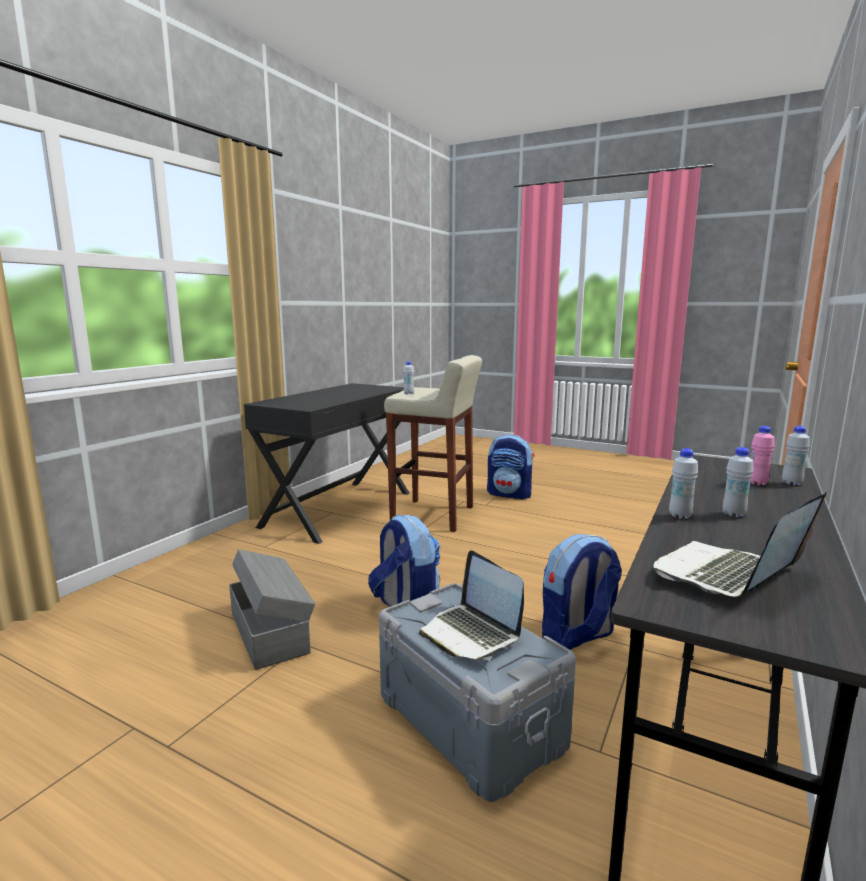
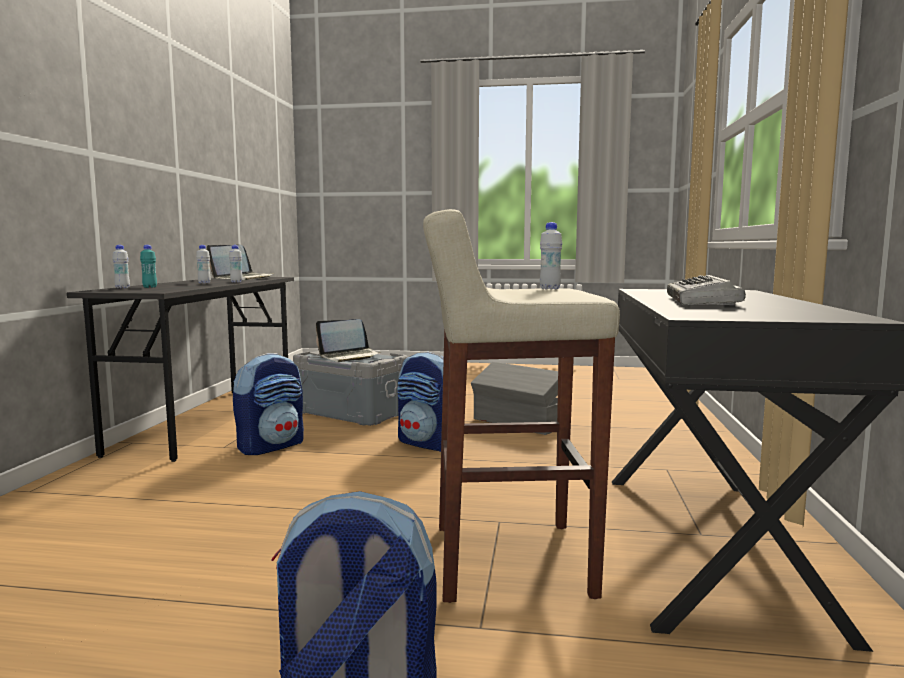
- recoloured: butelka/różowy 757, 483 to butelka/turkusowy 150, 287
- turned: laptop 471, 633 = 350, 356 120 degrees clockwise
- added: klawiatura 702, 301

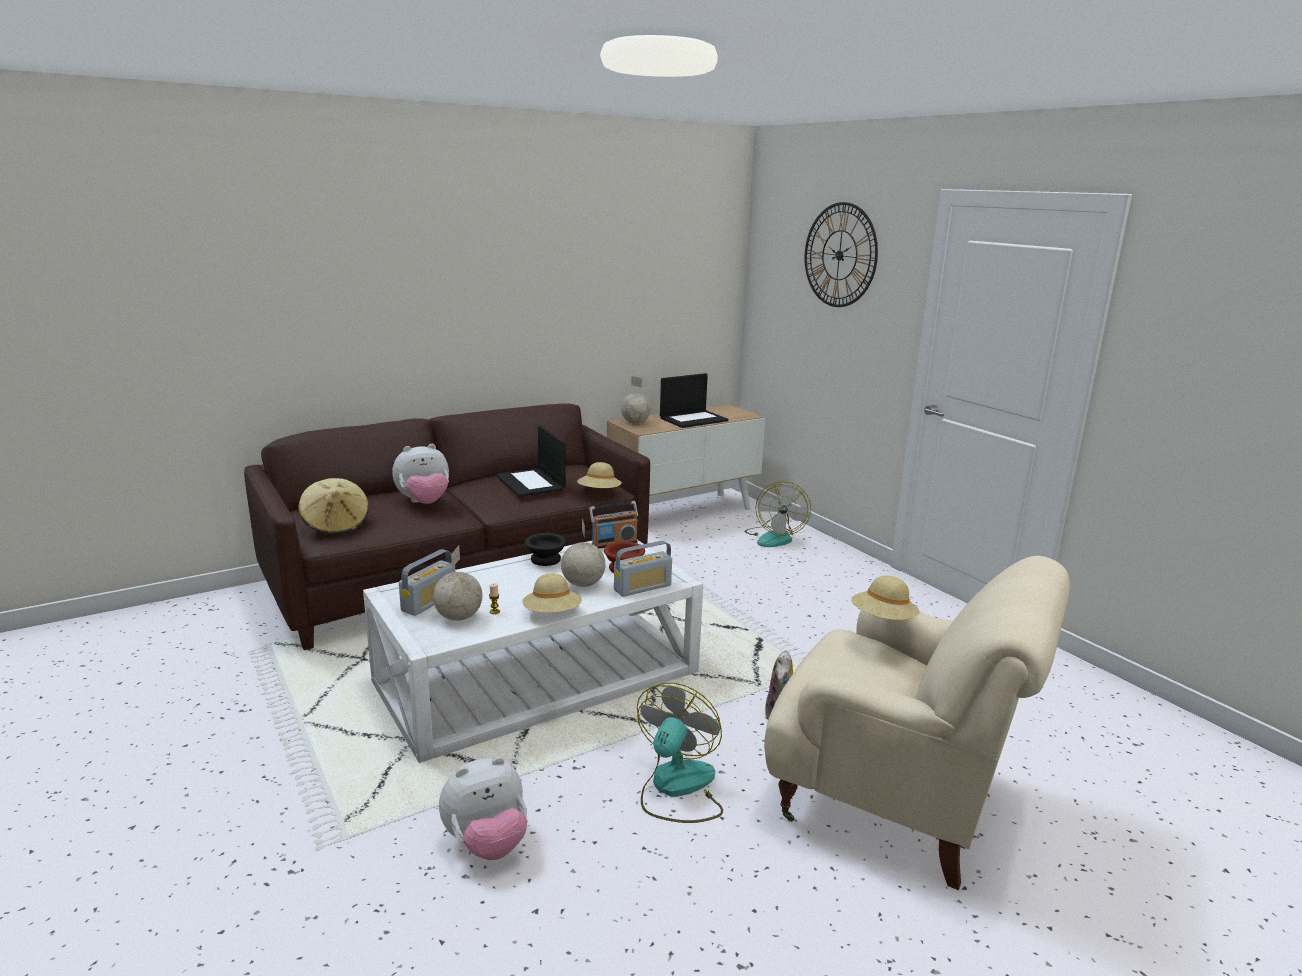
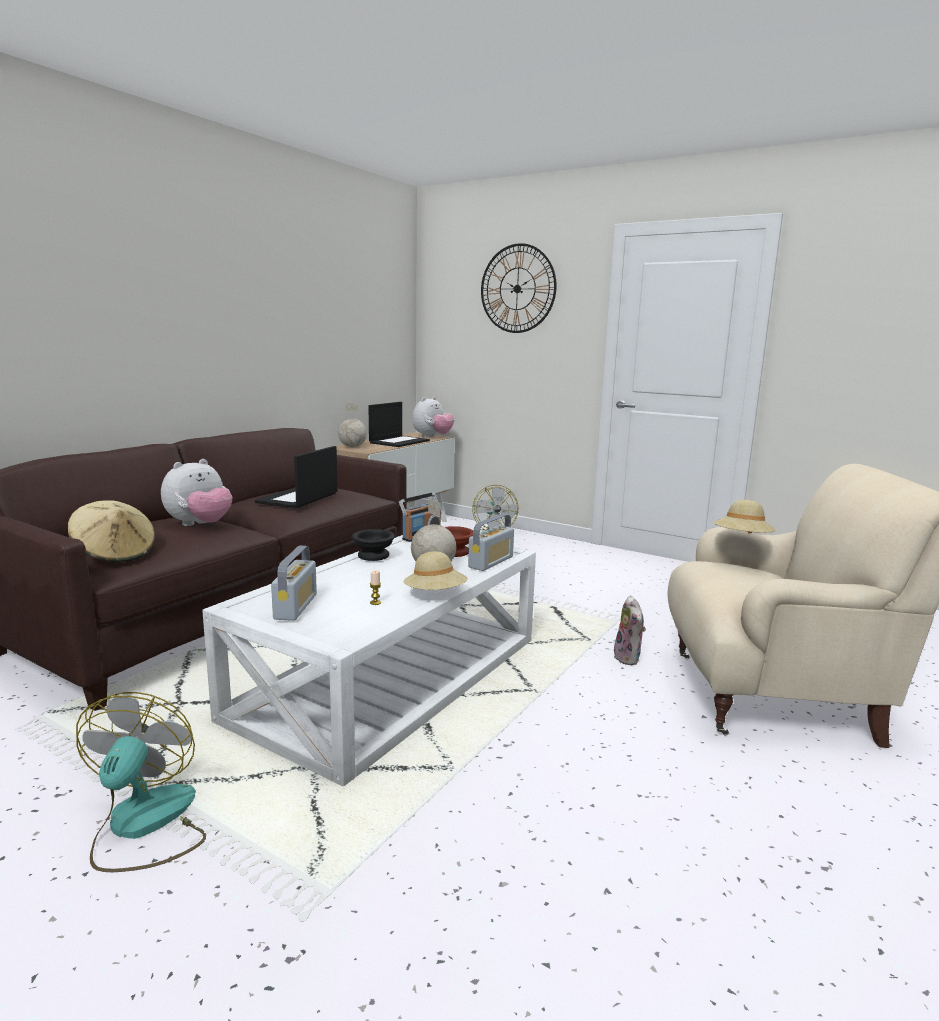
- moved: wentylator 677, 788 to 144, 826
- turned: laptop 531, 483 = 298, 498 75 degrees clockwise
- moved: pluszak 487, 844 to 432, 437
- removed: globus 459, 617
- removed: kapelusz/beżowy 599, 492

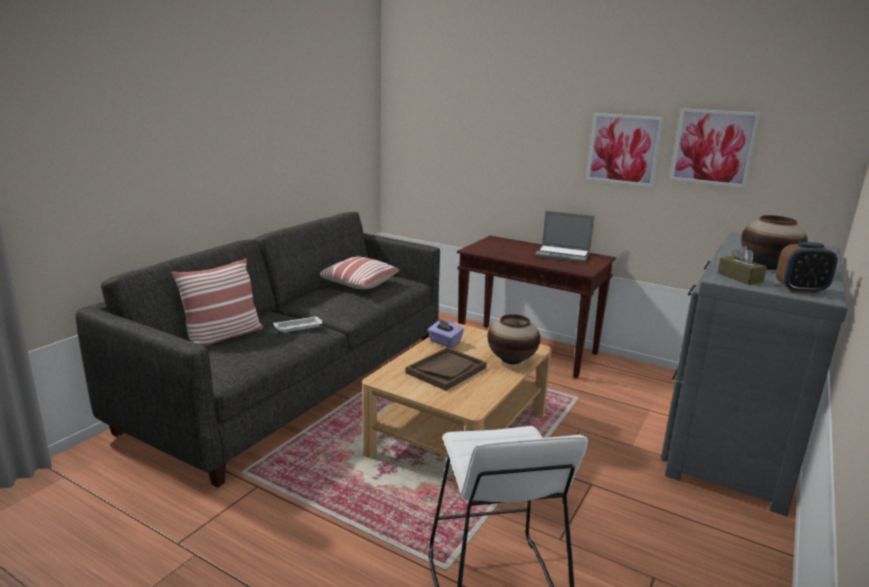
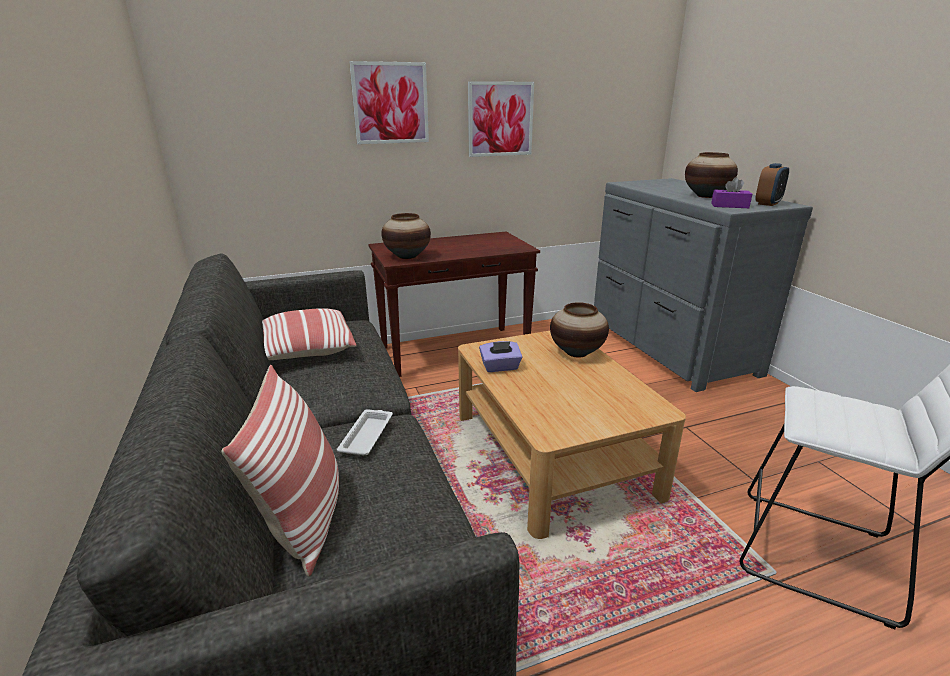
- moved: obraz 713, 147 to 390, 103
- added: wazon 407, 256
- recoloured: pudełko chusteczek/brązowy 739, 277 to pudełko chusteczek/fioletowy 729, 206
- removed: taca/brązowy 446, 370
- removed: laptop 563, 255

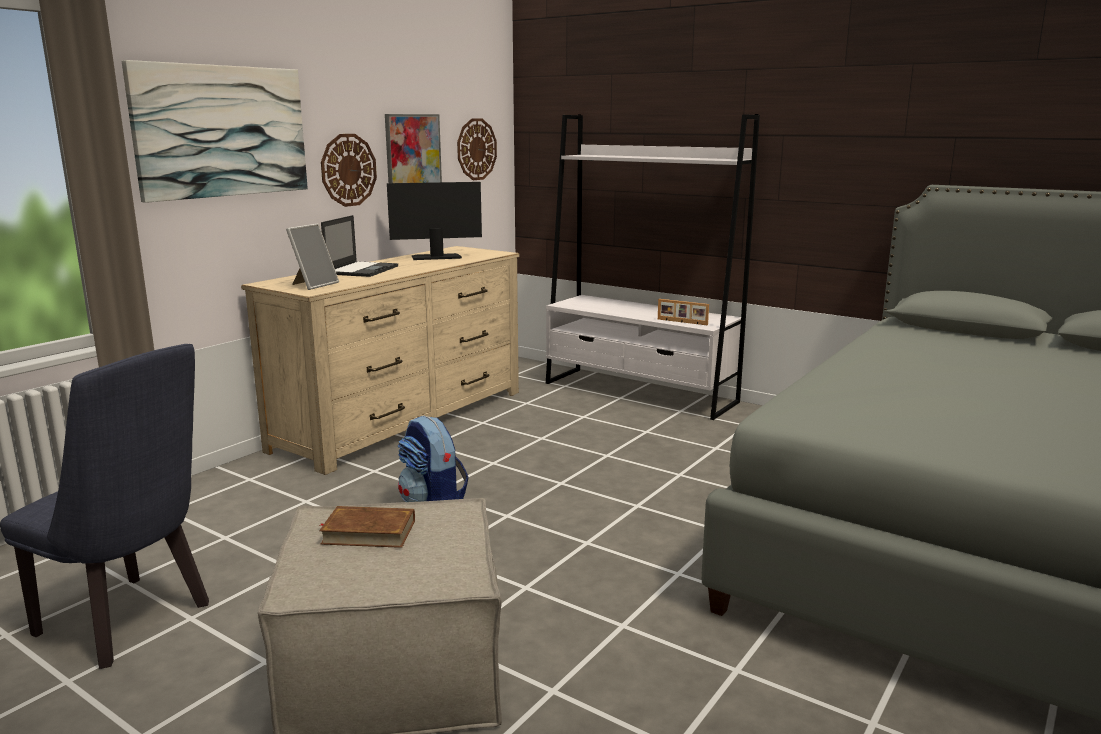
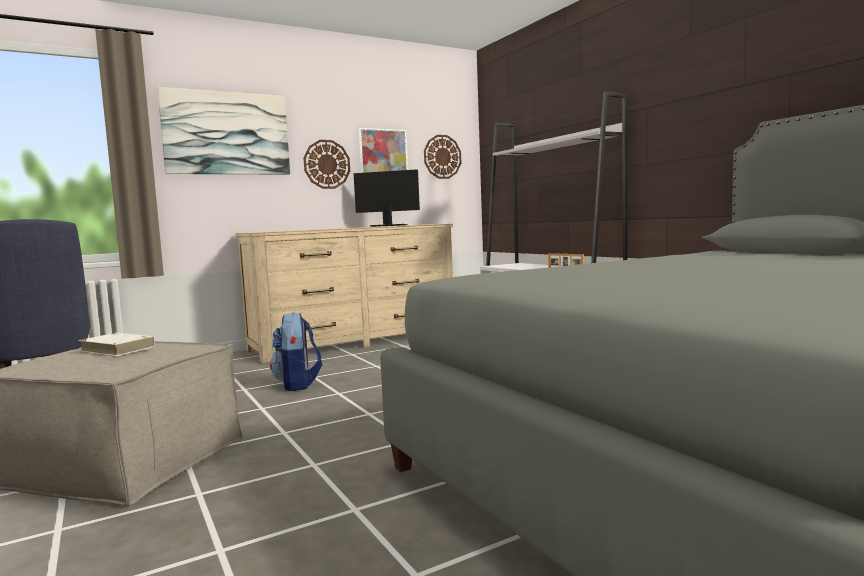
- recoloured: książka/brązowy 368, 532 to książka/biały 117, 349
- removed: ramka na zdjęcie 313, 285
- removed: laptop 362, 270

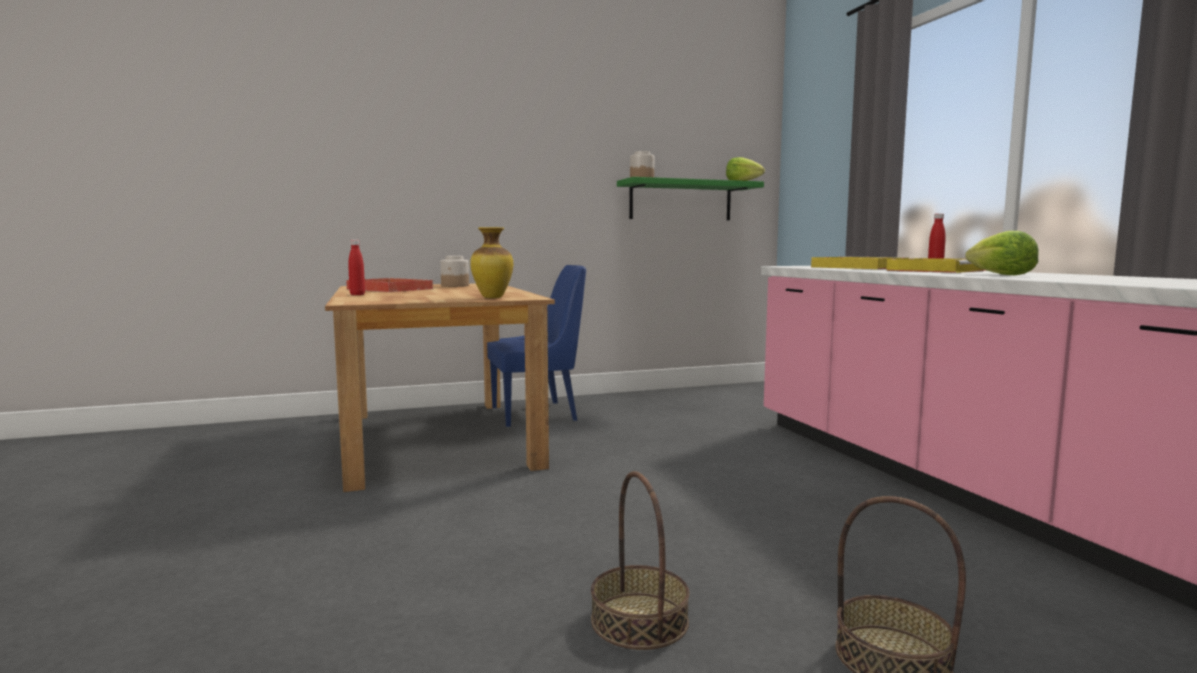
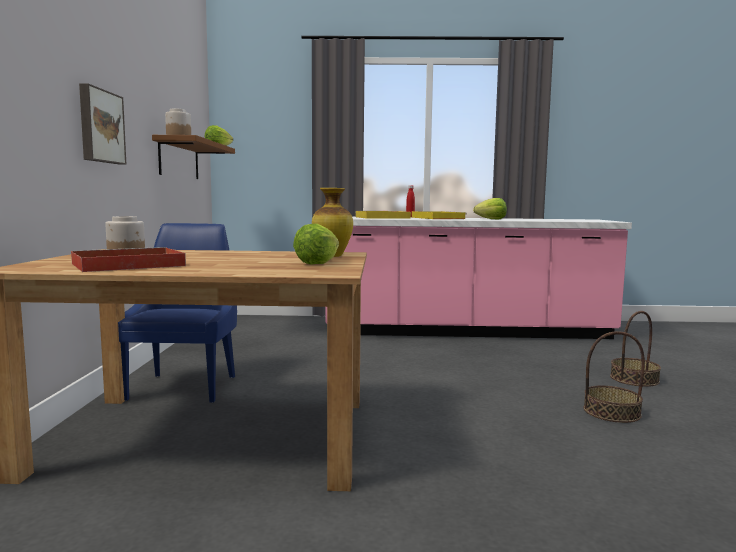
- added: obraz 100, 126
- recoloured: półka/zielony 680, 201 to półka/brązowy 179, 159
- added: sałata 317, 263
- removed: butelka/czerwony 357, 294

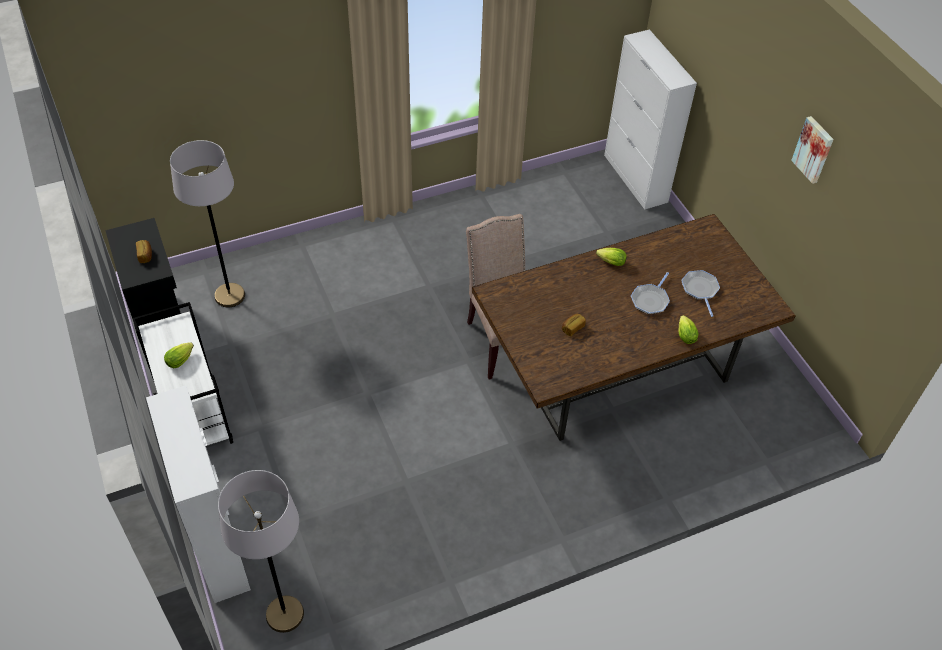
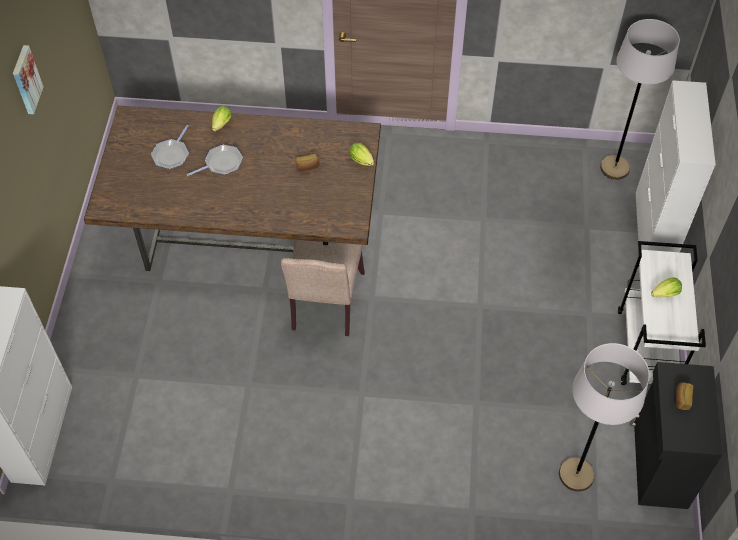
- moved: sałata 609, 262 to 362, 161

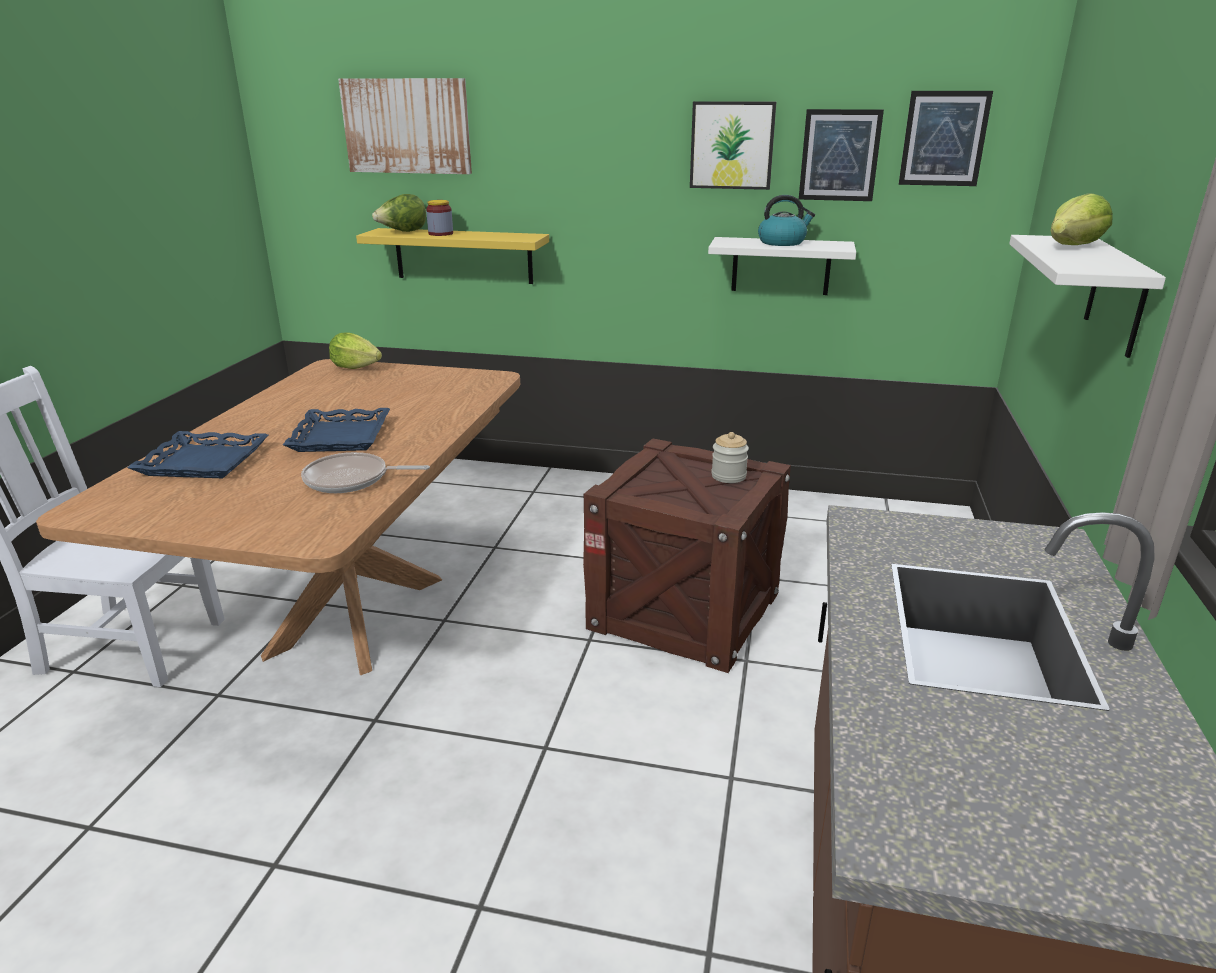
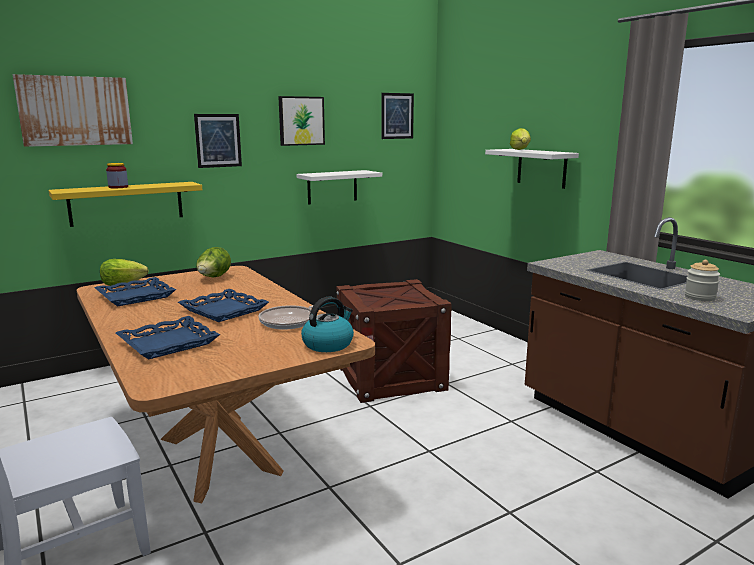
- added: taca/niebieski 136, 296
- moved: obraz 839, 155 to 218, 140
- moved: sałata 403, 232 to 213, 278
- moved: czajnik 782, 242 to 328, 344
- moved: słoik 728, 476 to 699, 297

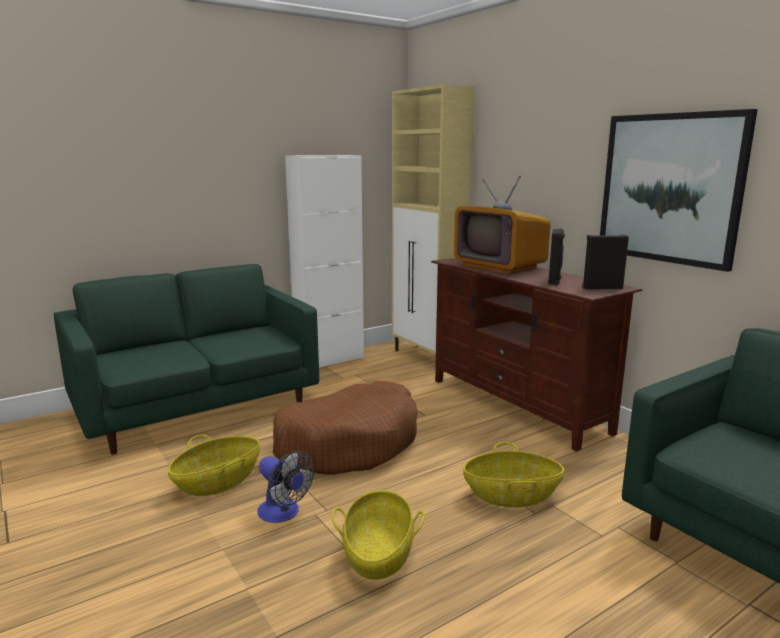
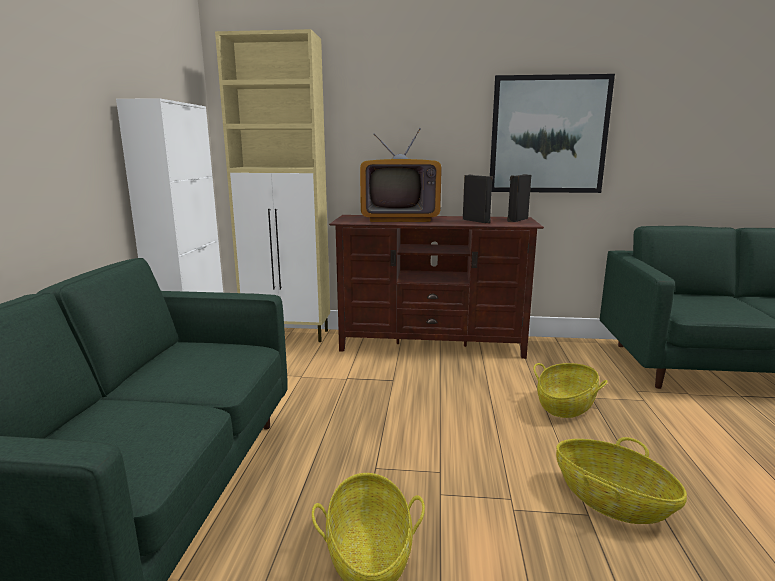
- removed: wentylator 283, 513
- removed: legowisko/brązowy 348, 443

